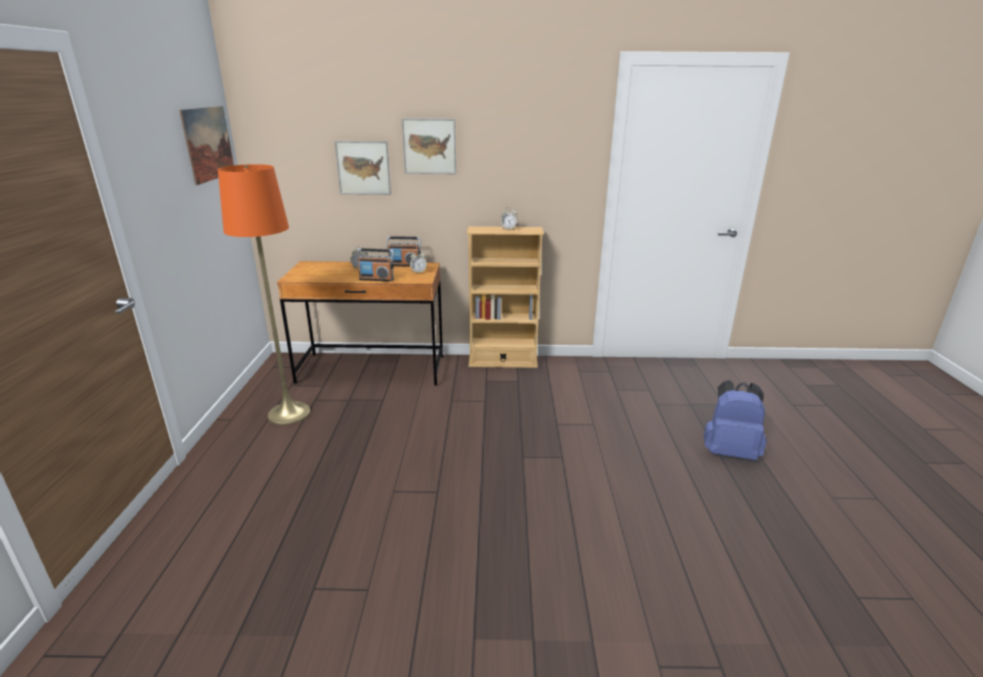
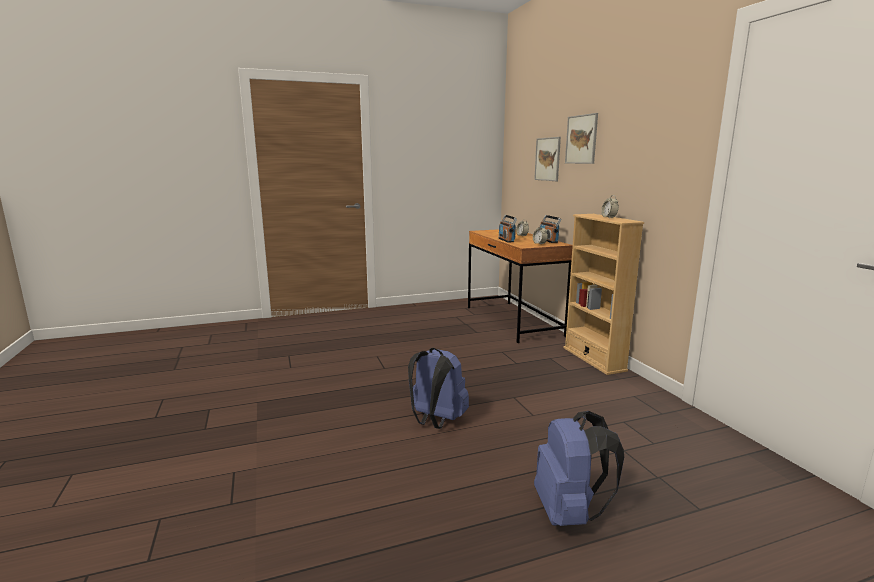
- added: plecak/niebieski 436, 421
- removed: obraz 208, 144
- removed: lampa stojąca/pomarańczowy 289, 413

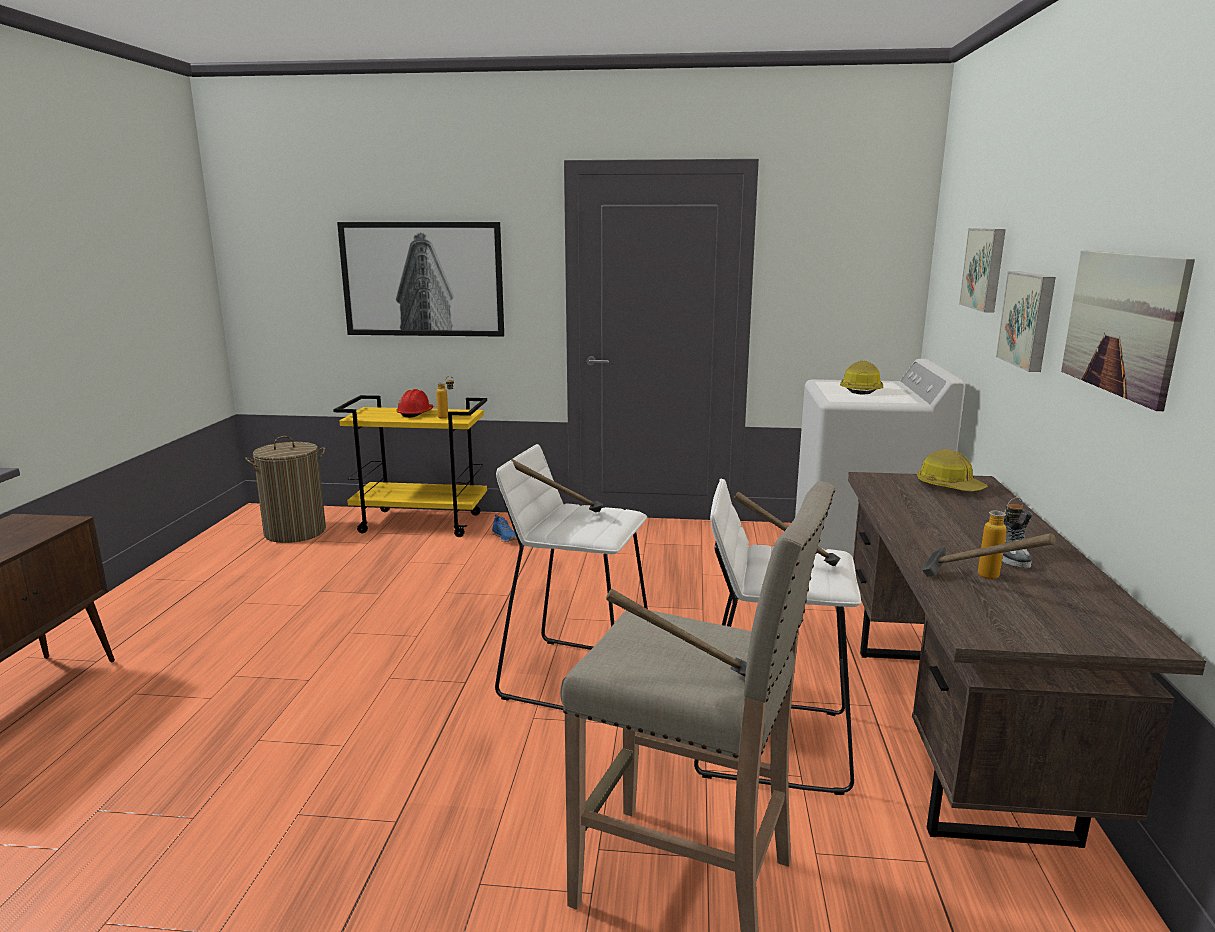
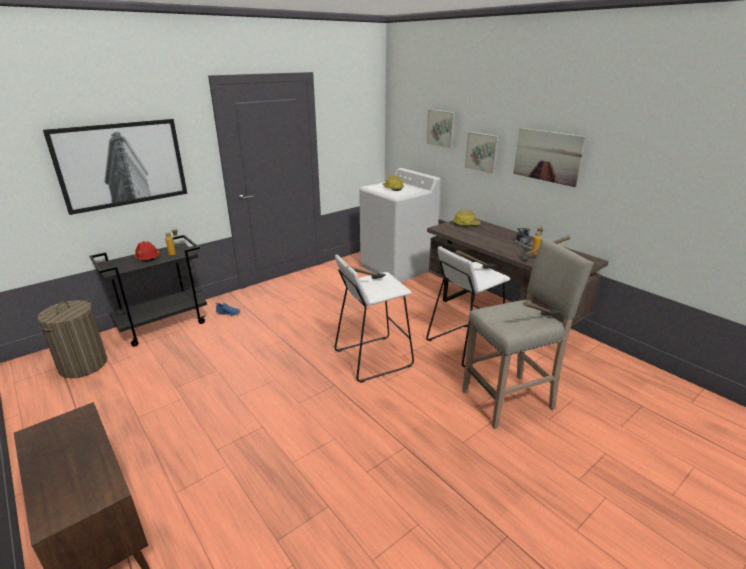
- recoloured: wózek/żółty 422, 523 to wózek/czarny 164, 325

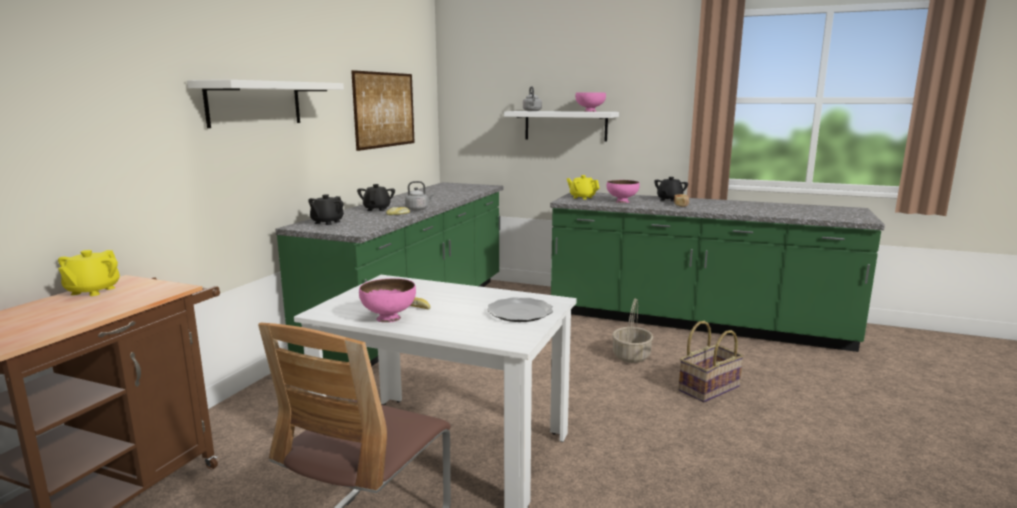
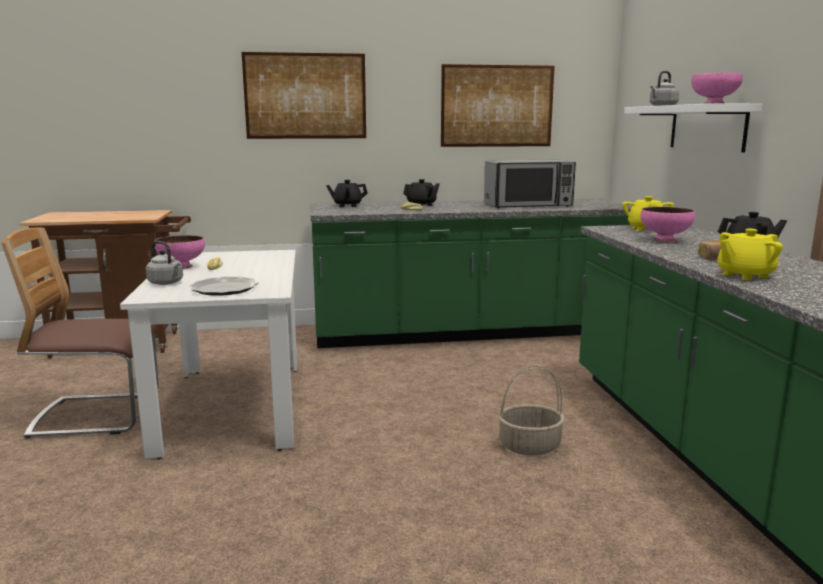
- moved: czajnik/szary 418, 209 to 167, 283
- replaced: półka/biały 255, 103 to obraz 305, 96
- added: mikrofalówka 528, 205
- moved: imbryk/żółty 92, 291 to 744, 275
- removed: koszyk 708, 388

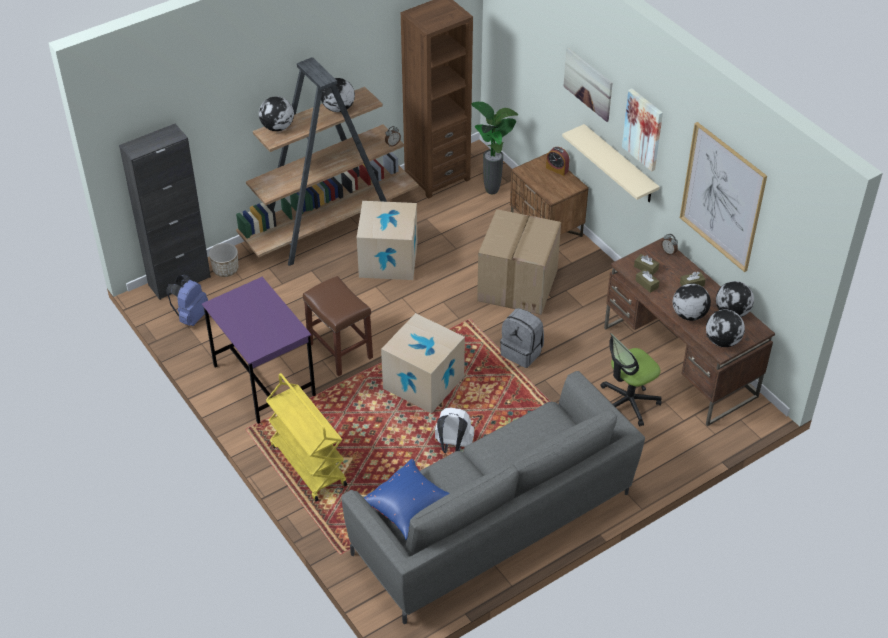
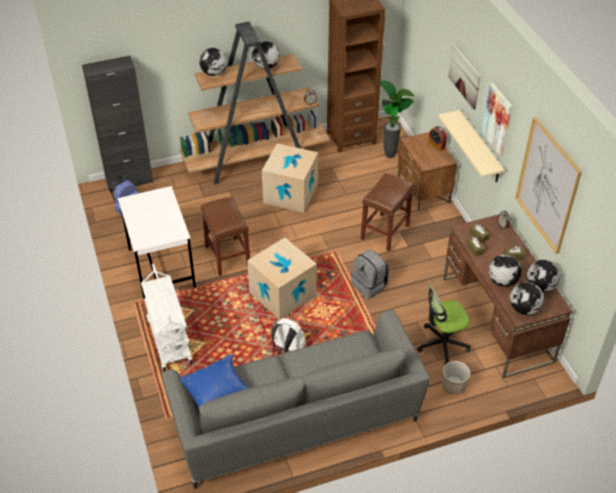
- recoloured: biurko/fioletowy 263, 380 to biurko/biały 161, 268
- recoloured: wózek/żółty 307, 464 to wózek/biały 169, 340
- replaced: karton 518, 286 to stołek/brązowy 385, 233
- moved: donica 225, 270 to 453, 385

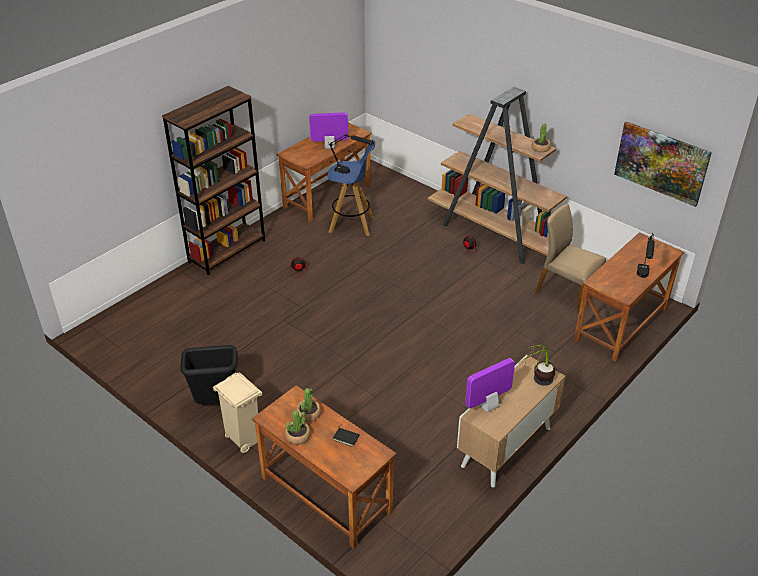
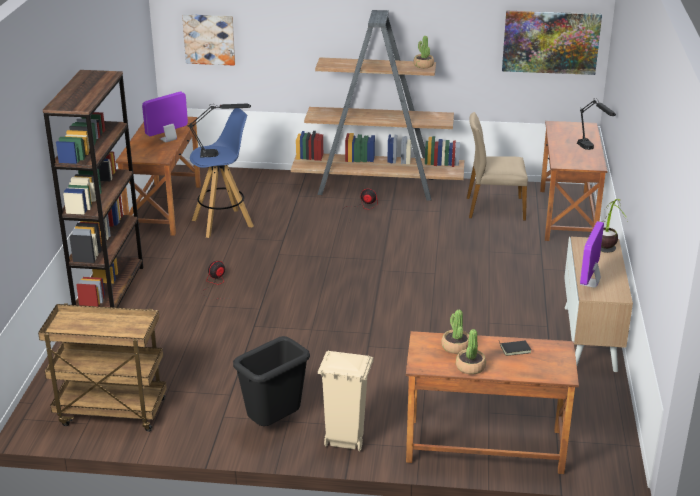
- added: wózek/brązowy 110, 413
- added: obraz 209, 39

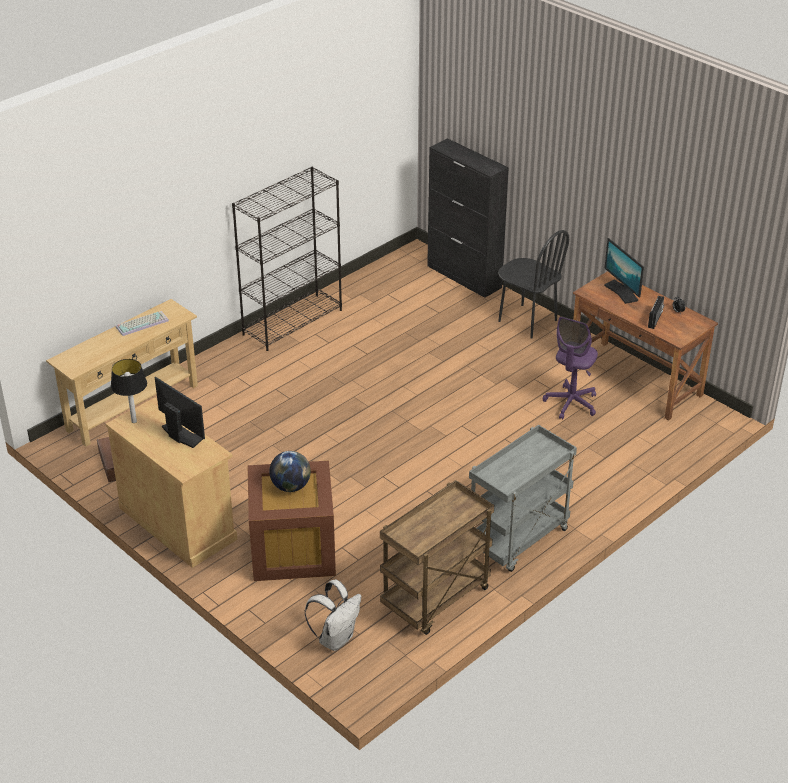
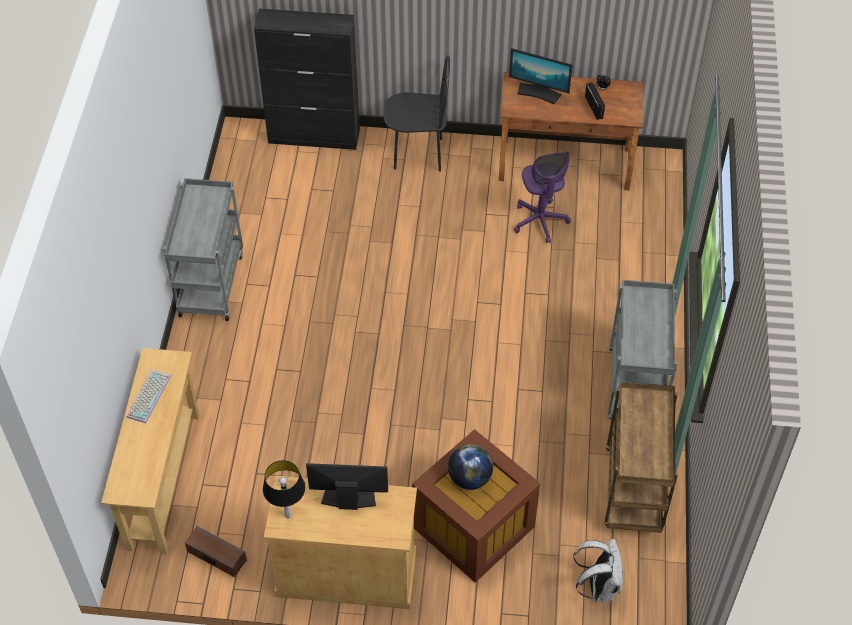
- replaced: regał/czarny 293, 322 to wózek/szary 210, 283

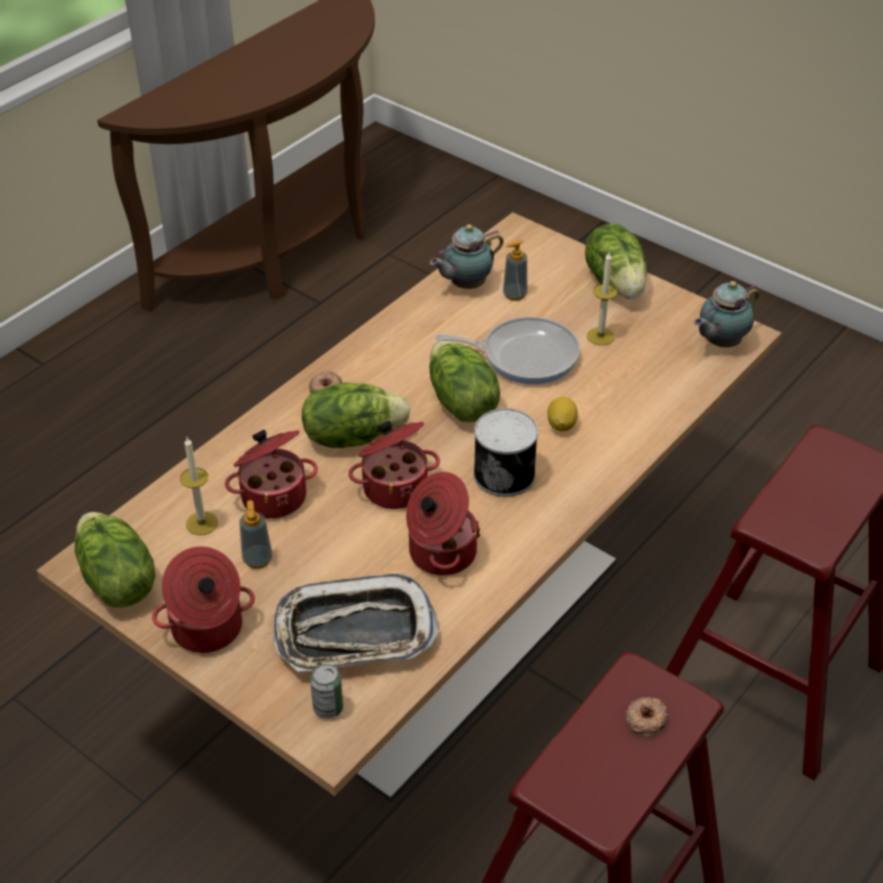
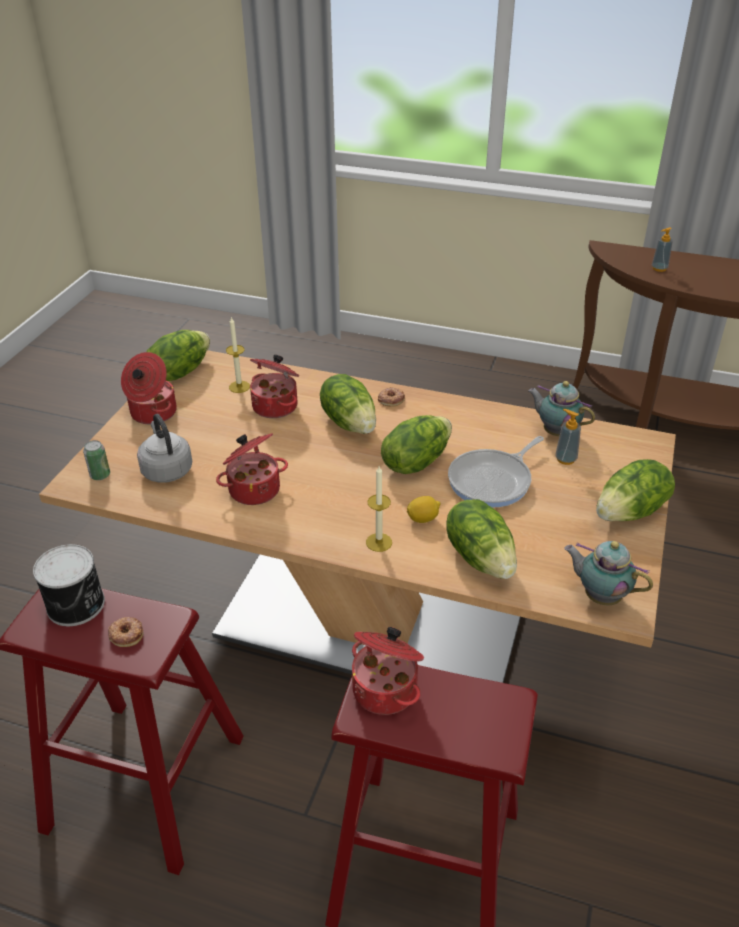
- moved: puszka 505, 473 to 77, 605
- replaced: taca 354, 633 to czajnik/szary 166, 469
- moved: garnek 394, 486 to 386, 689
- moved: świeca 600, 336 to 379, 542
- added: sałata 481, 557
- turned: patelnia 524, 356 = 493, 481 60 degrees clockwise
- moved: dozownik mydła 257, 559 to 659, 268

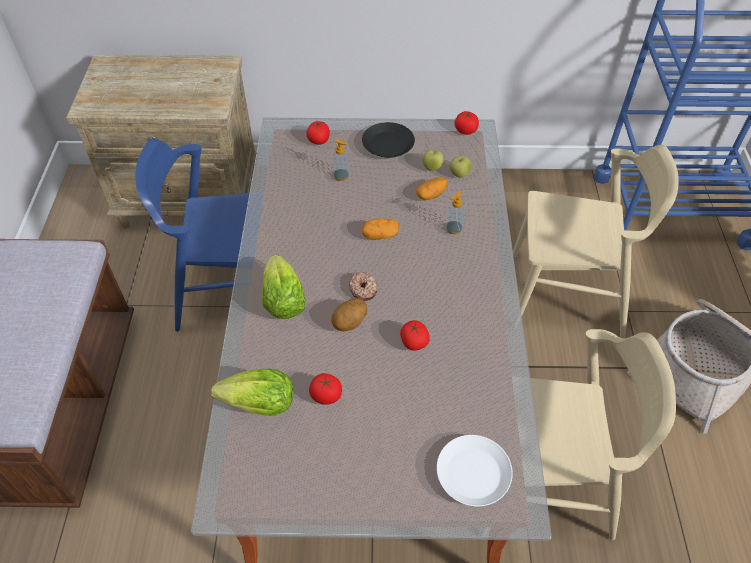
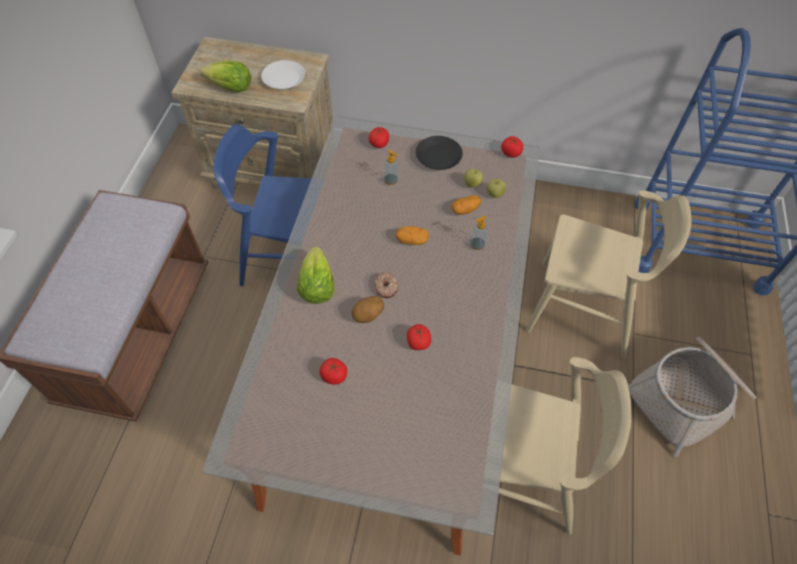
- moved: sałata 260, 404 to 231, 88
- moved: talerz/biały 472, 473 to 283, 79

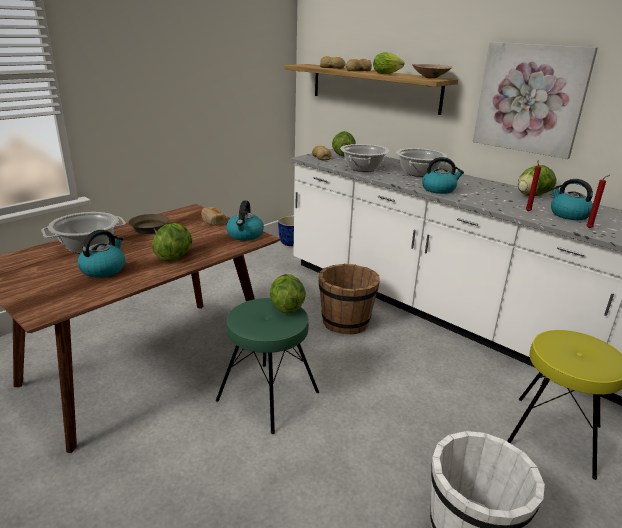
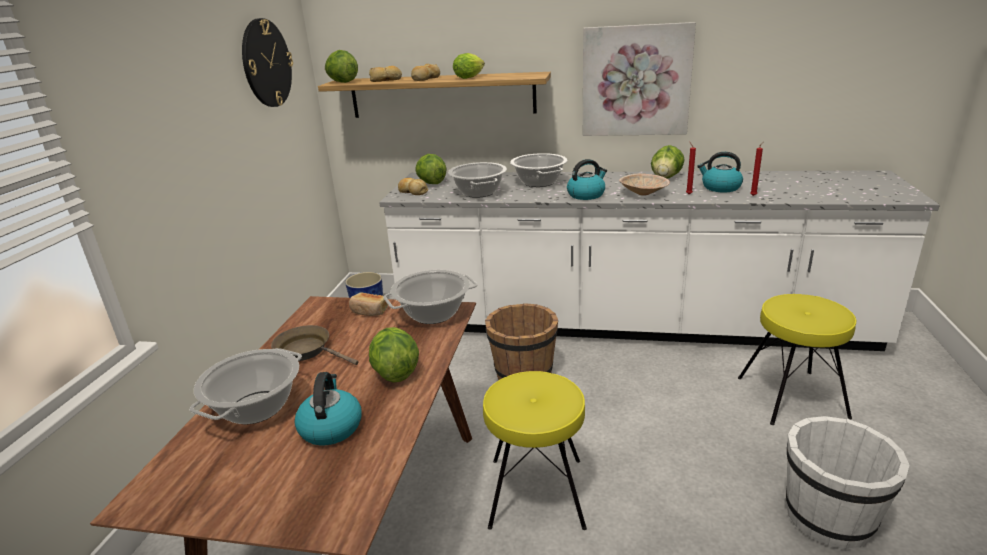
- added: zegar ścienny 266, 63
- moved: sałata 286, 307 to 342, 82
- replaced: czajnik 245, 235 to garnek 433, 313
- recoloured: stołek/zielony 268, 396 to stołek/żółty 537, 493
- moved: miska/beżowy 430, 78 to 644, 194

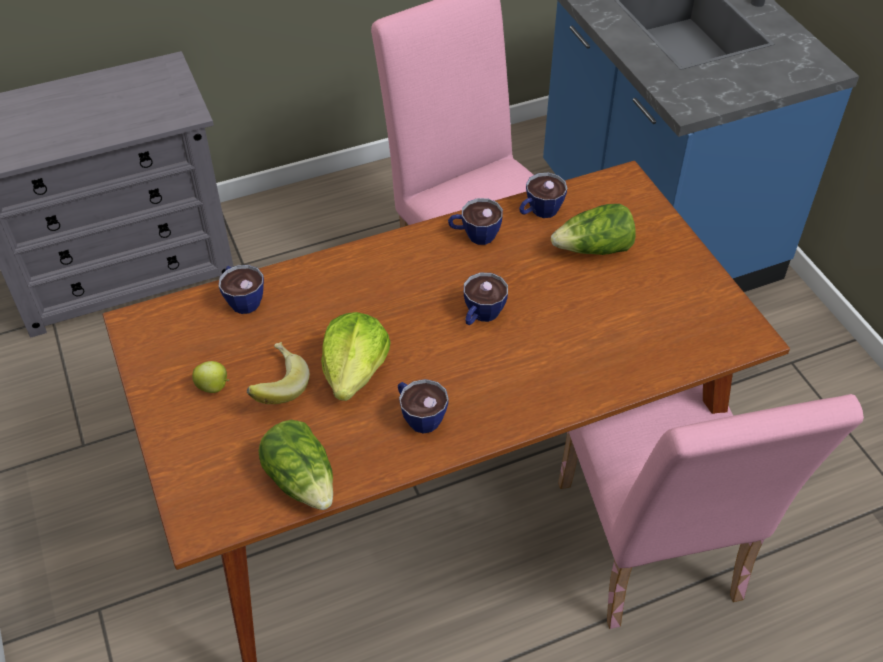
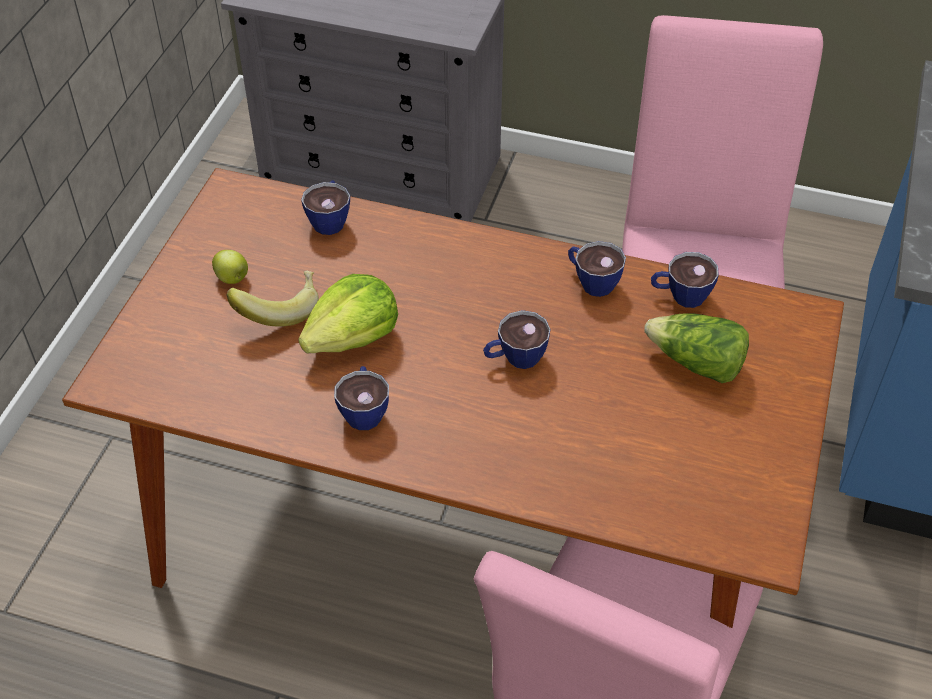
- removed: sałata 302, 480

